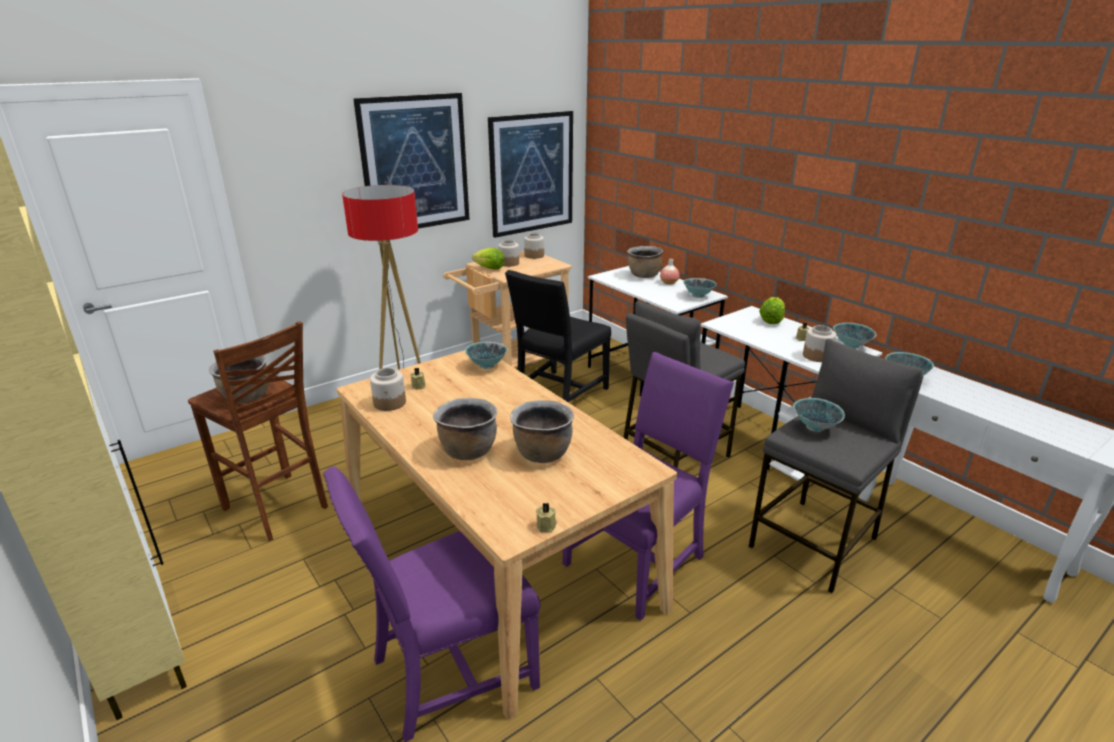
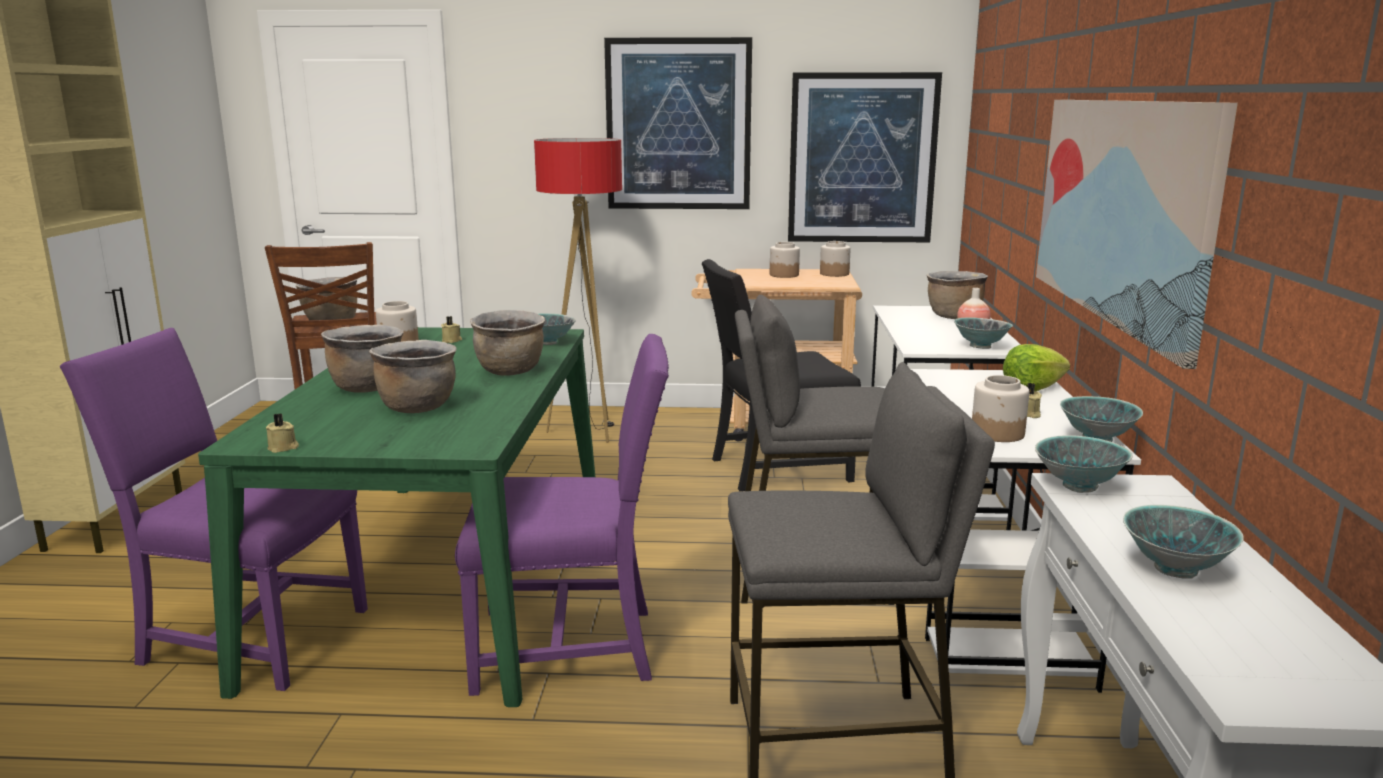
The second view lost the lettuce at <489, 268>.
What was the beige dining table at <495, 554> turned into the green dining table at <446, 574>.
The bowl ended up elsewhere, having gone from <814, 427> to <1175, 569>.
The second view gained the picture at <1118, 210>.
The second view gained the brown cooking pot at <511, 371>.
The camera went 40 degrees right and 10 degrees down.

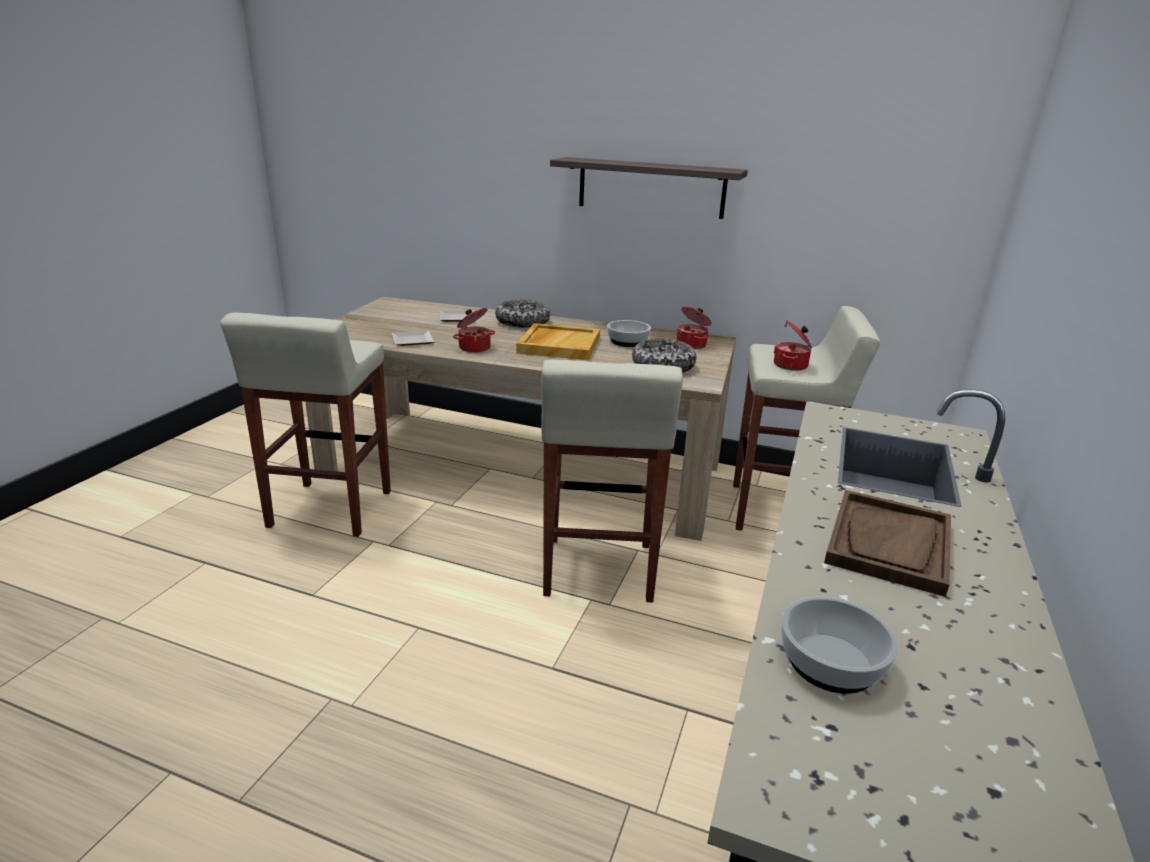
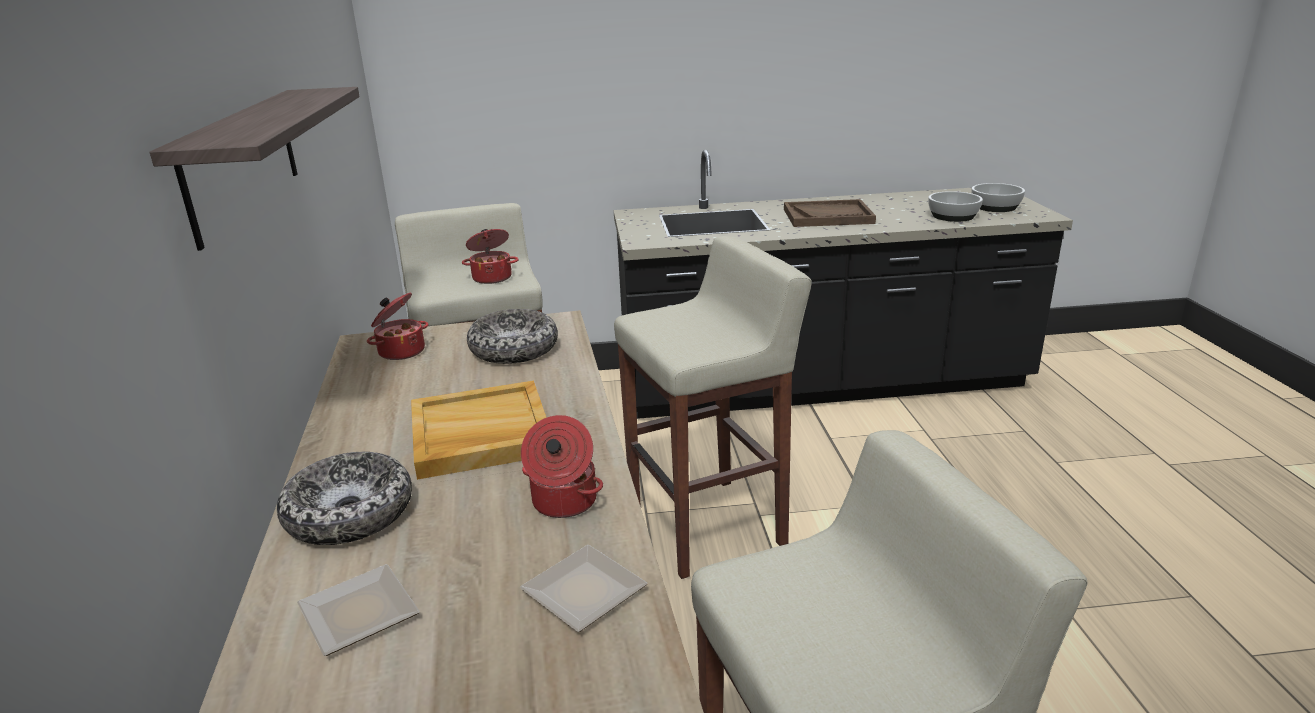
The bowl ended up elsewhere, having gone from <628, 341> to <995, 207>.
The camera went 115 degrees left and 0 degrees up.

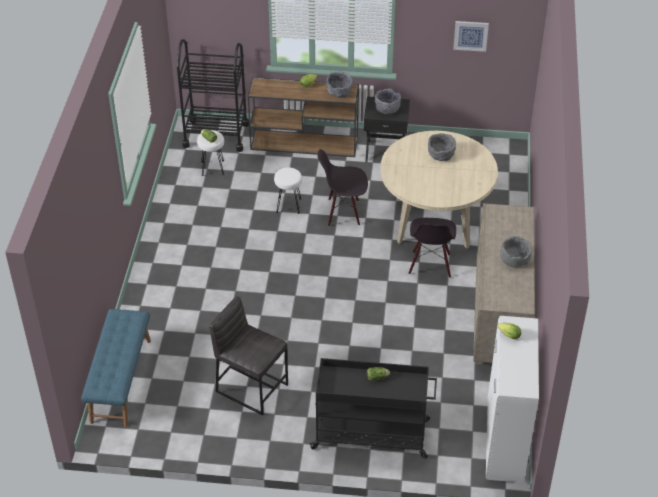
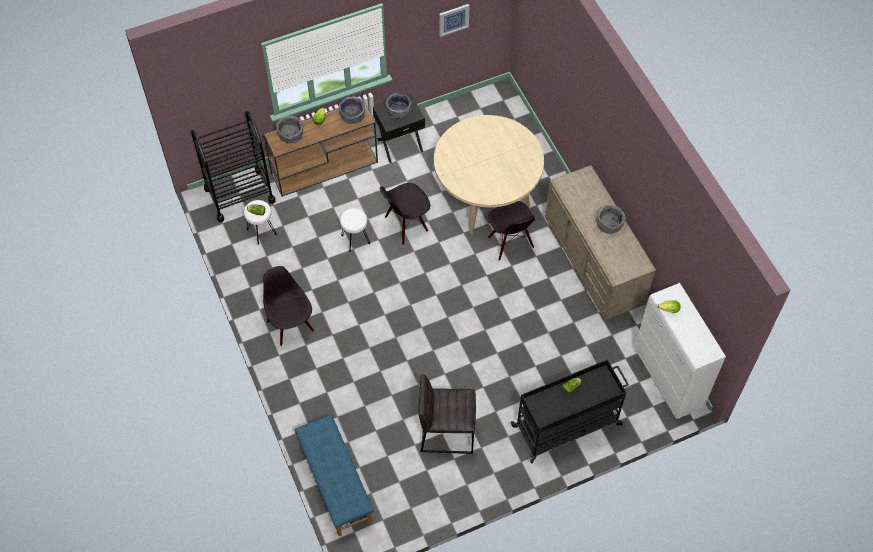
The grey bowl ended up elsewhere, having gone from <441, 155> to <291, 135>.
The second view gained the black chair at <291, 326>.
The camera went 30 degrees left and 15 degrees up.

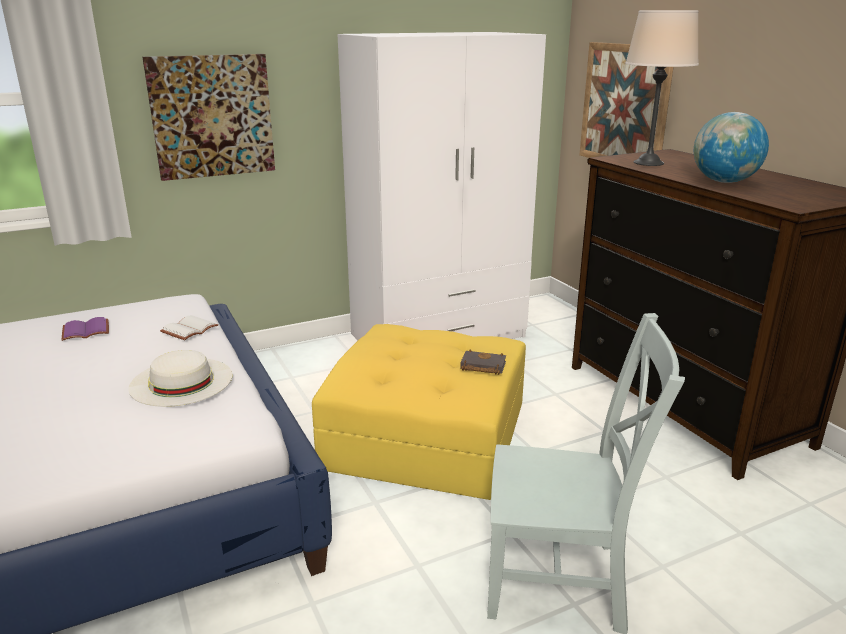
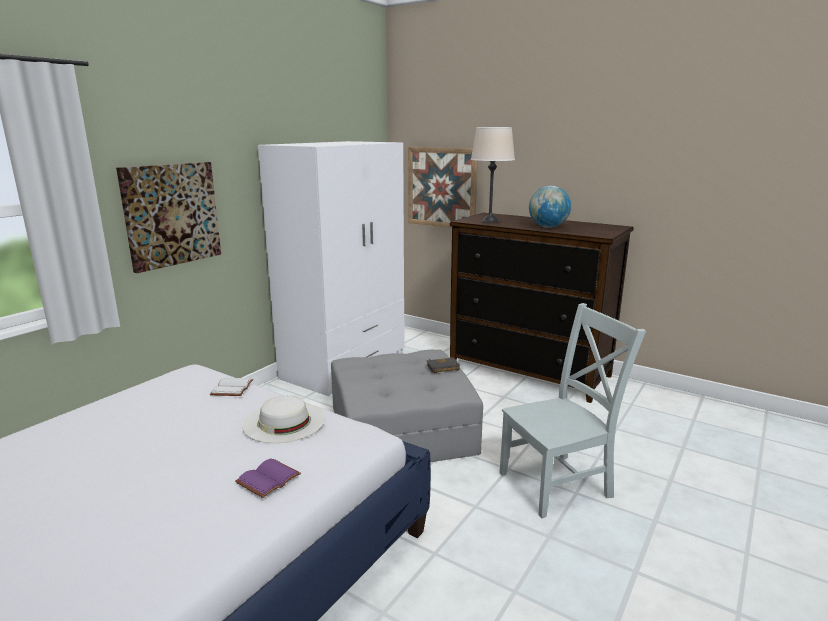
The purple book ended up elsewhere, having gone from <87, 330> to <268, 478>.
What was the yellow ottoman at <427, 435> turned into the grey ottoman at <402, 429>.
The camera went 30 degrees left and 5 degrees down.

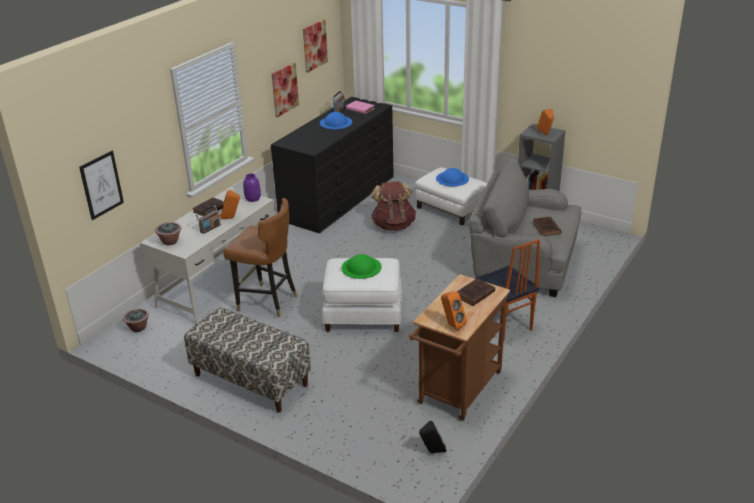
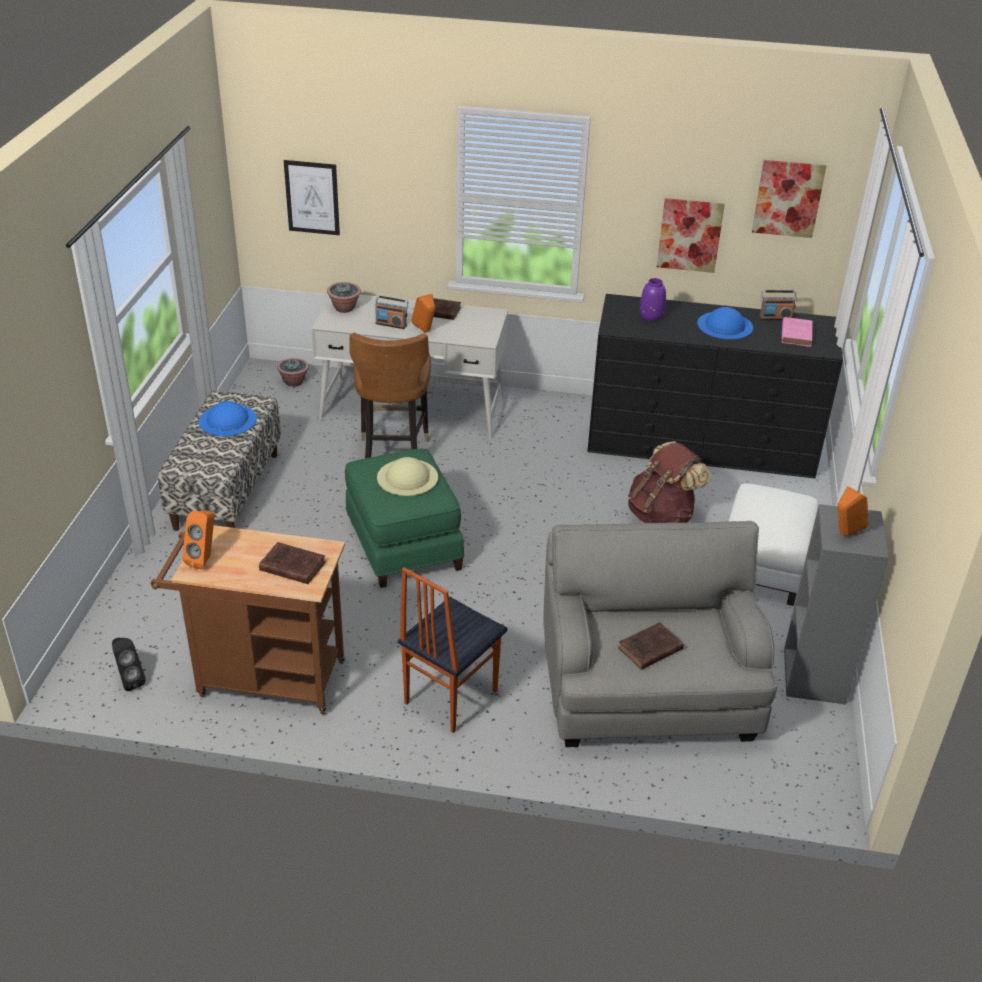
The blue hat ended up elsewhere, having gone from <452, 178> to <227, 420>.
The purple vase ended up elsewhere, having gone from <252, 198> to <651, 316>.
What was the green hat at <361, 267> turned into the beige hat at <407, 477>.
What was the white ottoman at <363, 316> turned into the green ottoman at <402, 546>.
The camera went 65 degrees right and 5 degrees up.

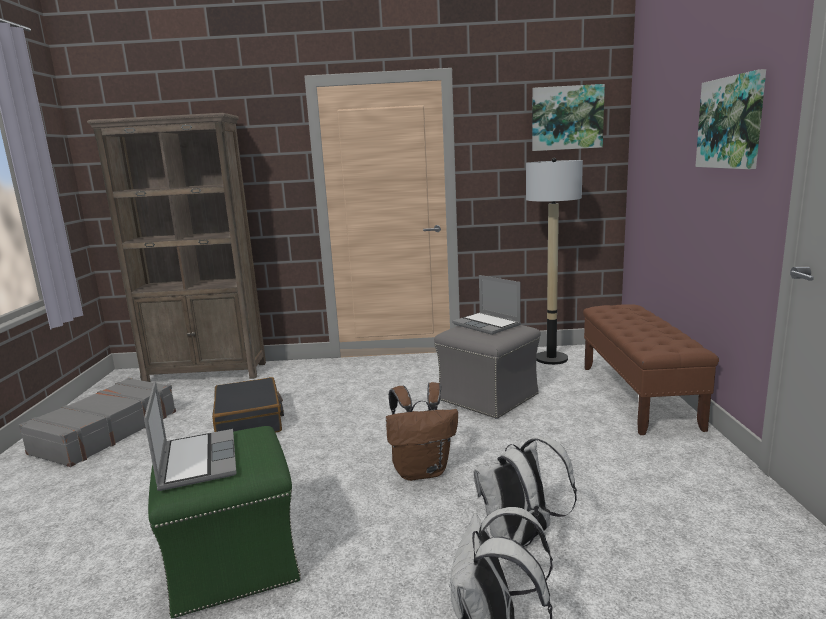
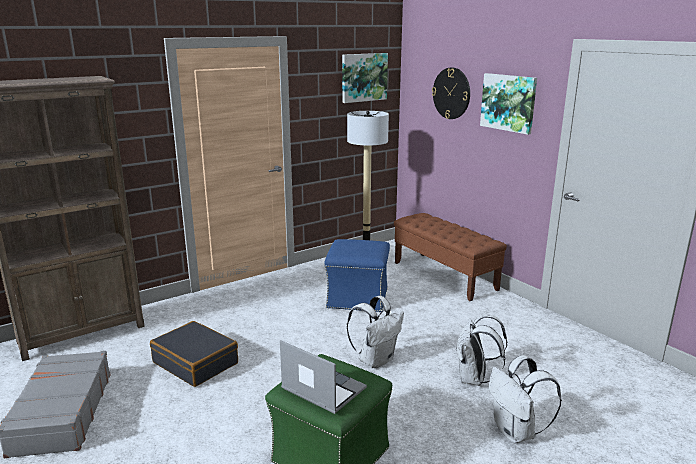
The second view lost the laptop at <487, 325>.
What was the grey ottoman at <489, 397> turned into the blue ottoman at <358, 298>.
What was the brown backpack at <422, 471> turned into the white backpack at <376, 359>.
The second view gained the wall clock at <451, 93>.
The camera went 35 degrees left and 5 degrees up.

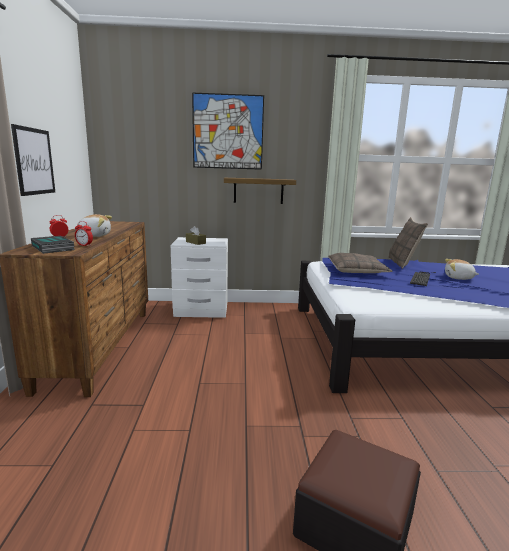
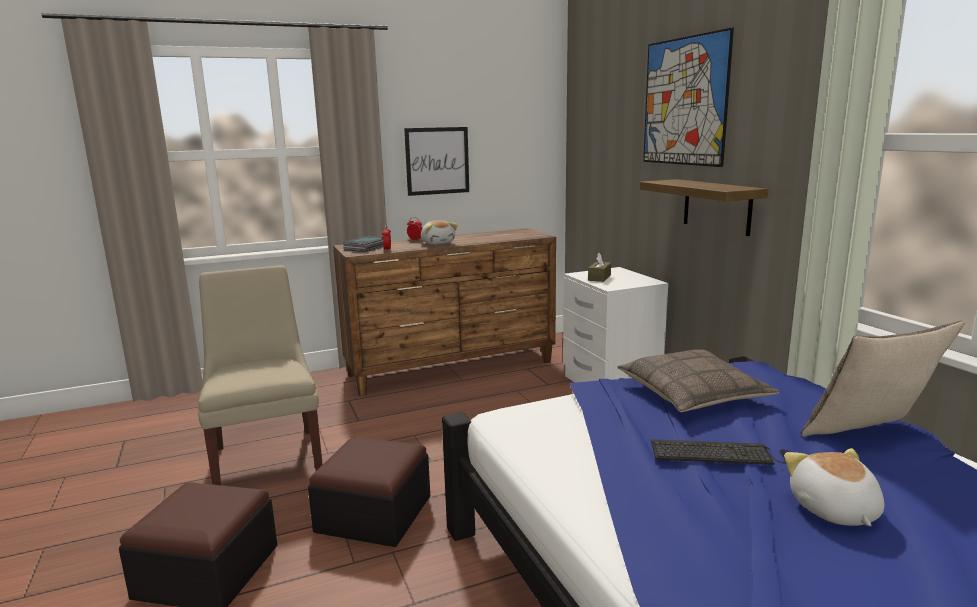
The second view gained the beige chair at <267, 461>.
The second view gained the ottoman at <374, 514>.
The camera went 70 degrees right and 0 degrees up.

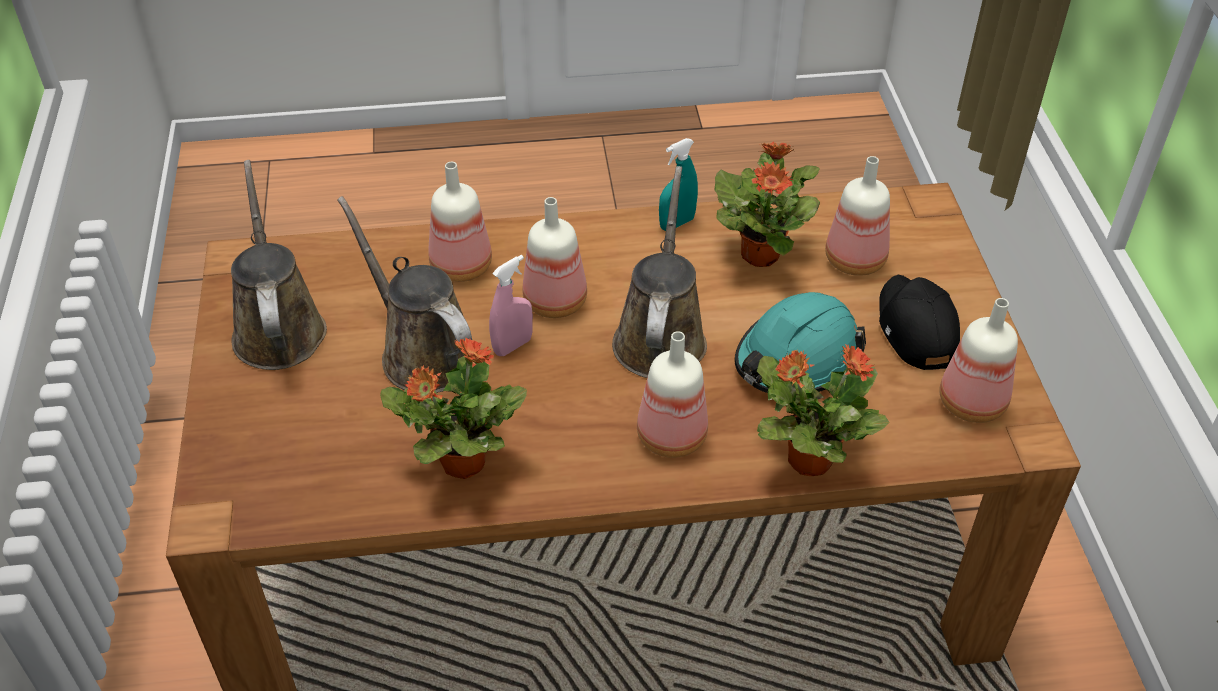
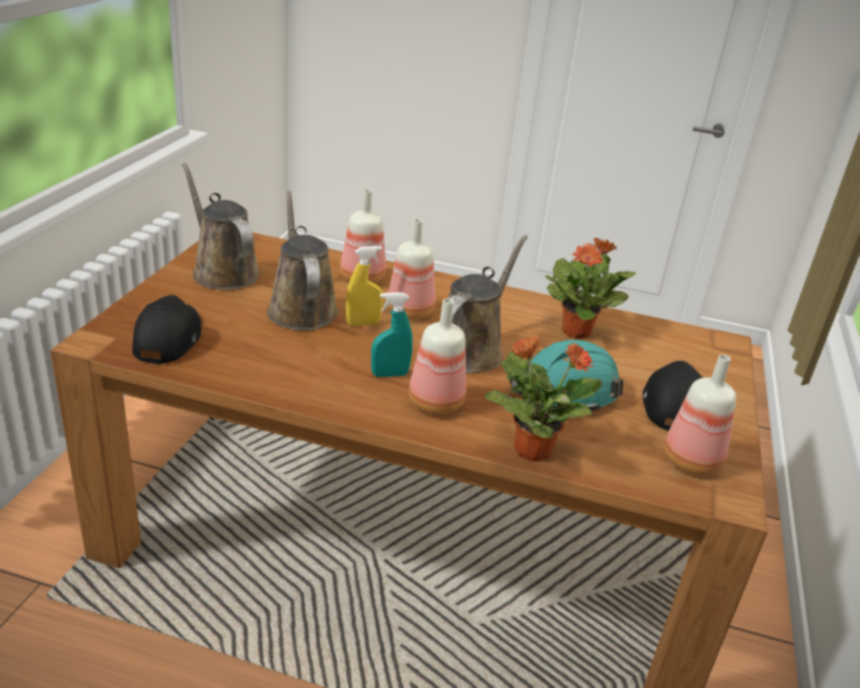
The turquoise spray bottle ended up elsewhere, having gone from <677, 223> to <390, 374>.
The second view lost the bottle at <855, 259>.
The brown watering can at <278, 328> ended up facing another way, 45 degrees counterclockwise from before.
What was the pink spray bottle at <513, 346> turned into the yellow spray bottle at <363, 323>.
The second view lost the potted plant at <461, 462>.
The second view gained the black cap at <168, 339>.
The camera went 20 degrees right and 15 degrees down.

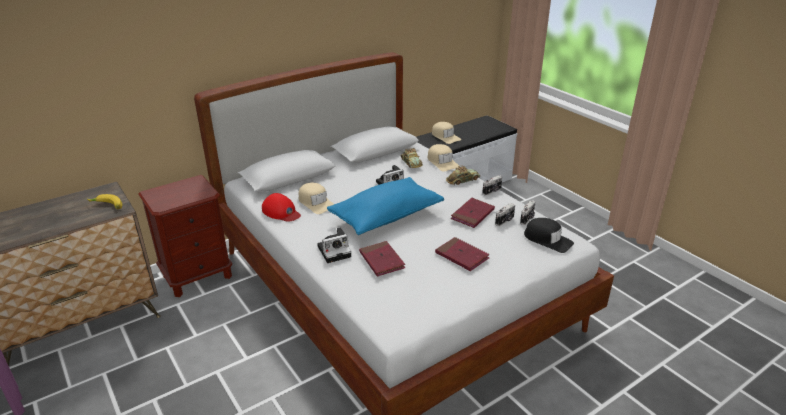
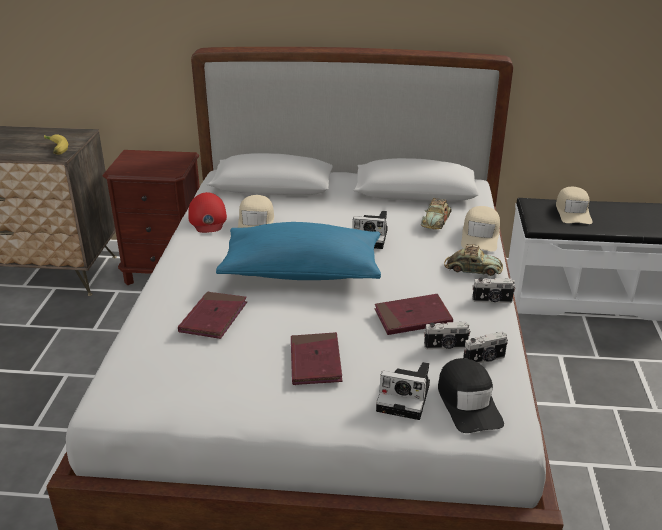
The photo camera ended up elsewhere, having gone from <335, 251> to <406, 397>.
The camera went 40 degrees right and 0 degrees up.

